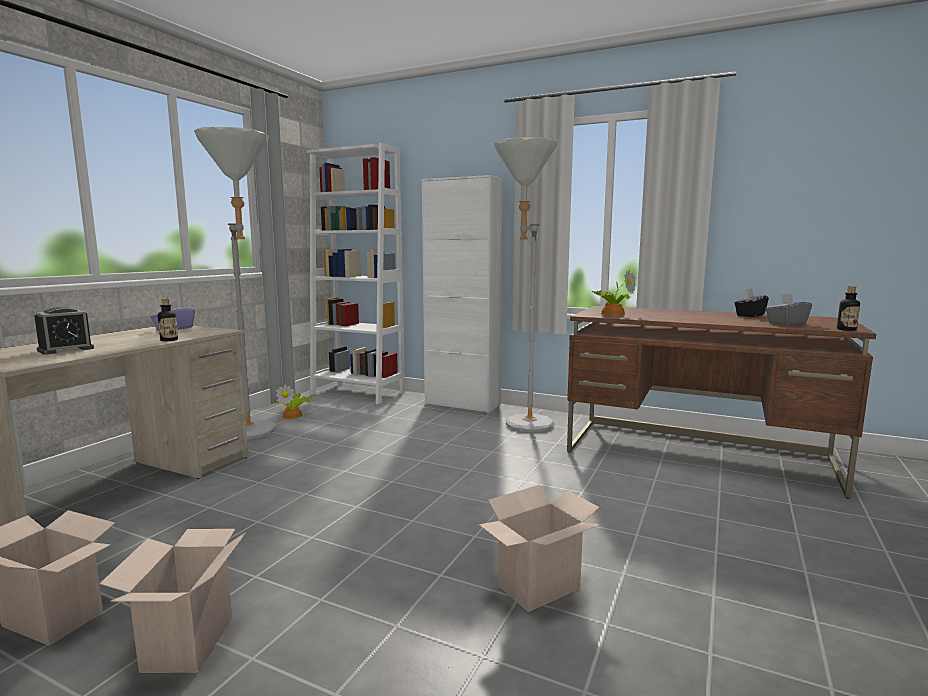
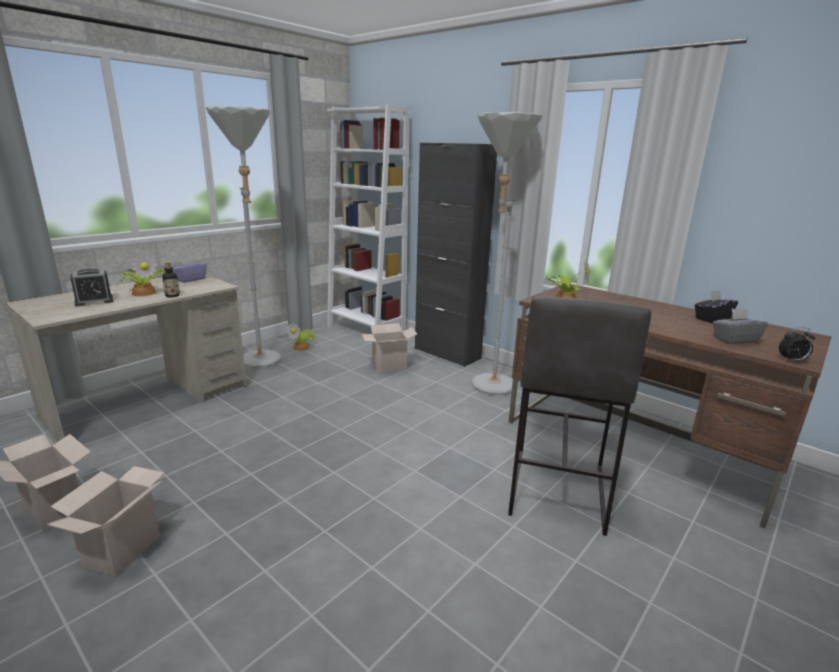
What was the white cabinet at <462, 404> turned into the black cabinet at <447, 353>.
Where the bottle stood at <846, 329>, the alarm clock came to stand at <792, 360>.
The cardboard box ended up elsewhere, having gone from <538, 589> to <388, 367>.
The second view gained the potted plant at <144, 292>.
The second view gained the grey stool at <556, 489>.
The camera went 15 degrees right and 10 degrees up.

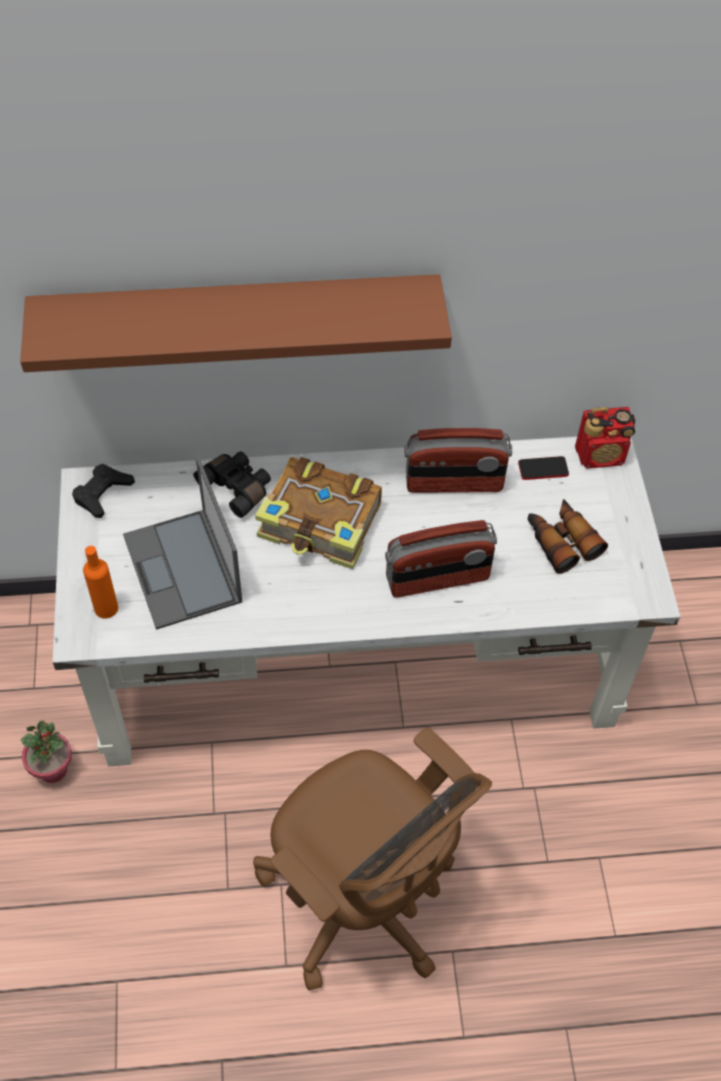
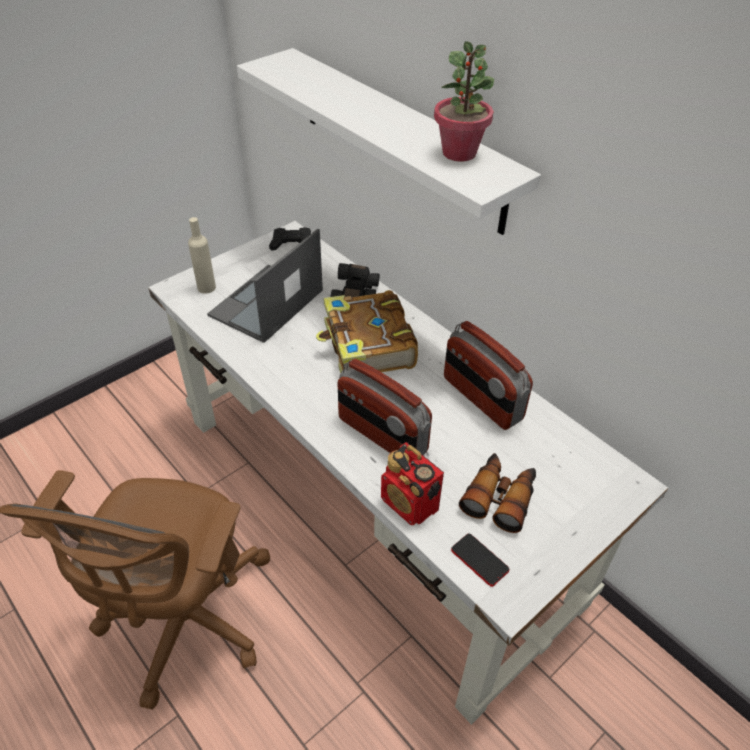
What was the brown shelf at <237, 316> turned into the white shelf at <399, 138>.
The radio ended up elsewhere, having gone from <600, 455> to <410, 504>.
The phone ended up elsewhere, having gone from <543, 469> to <479, 560>.
What was the orange bottle at <106, 608> turned into the beige bottle at <206, 287>.
The potted plant ended up elsewhere, having gone from <53, 769> to <459, 153>.
The camera went 55 degrees right and 10 degrees down.

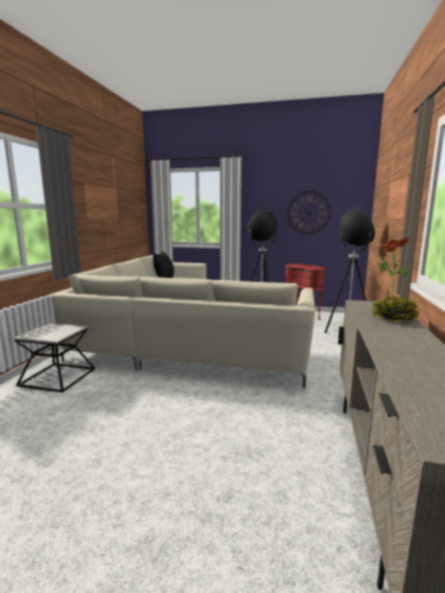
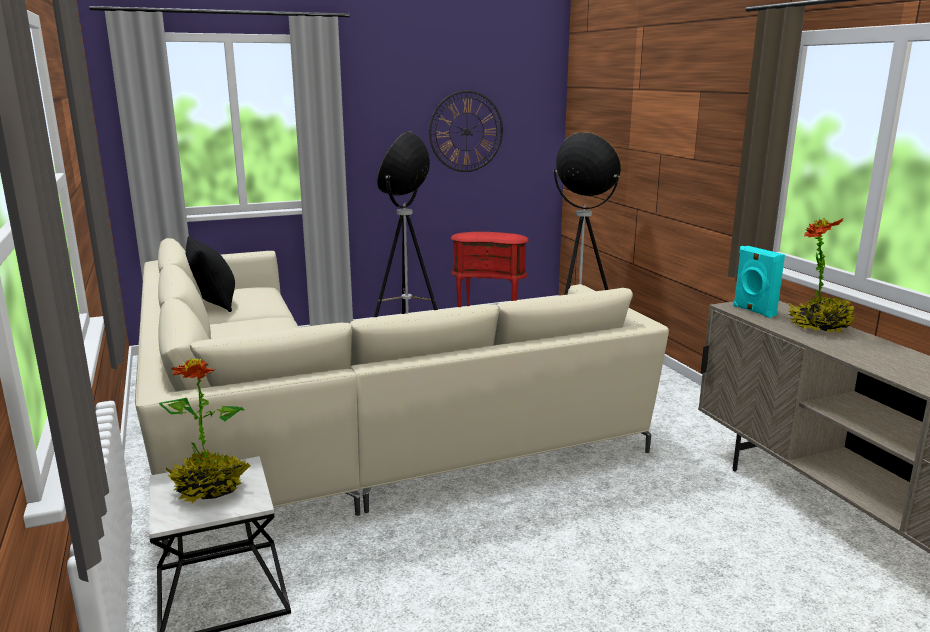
The second view gained the turquoise speaker at <753, 311>.
The second view gained the potted plant at <210, 488>.
The camera went 35 degrees left and 5 degrees up.

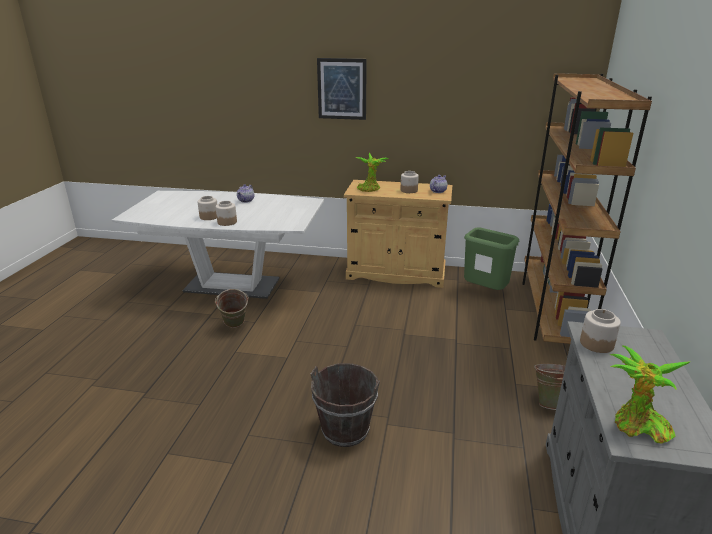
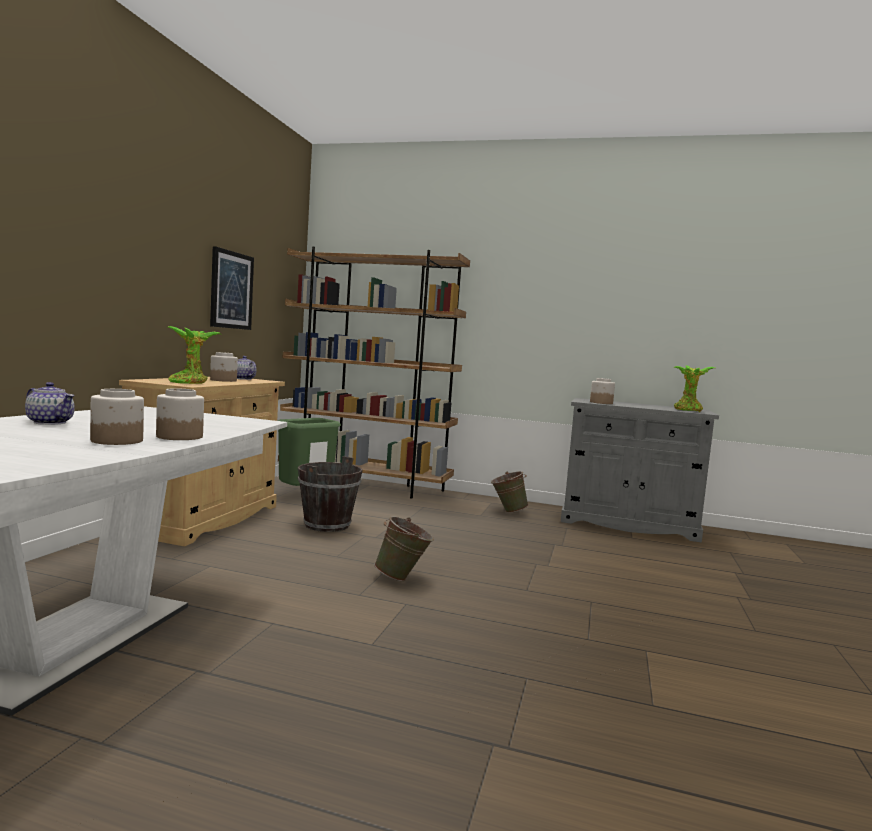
The picture ended up elsewhere, having gone from <342, 89> to <231, 290>.
The green bucket ended up elsewhere, having gone from <234, 327> to <403, 578>.
The brown bucket ended up elsewhere, having gone from <345, 430> to <327, 525>.
The camera went 85 degrees left and 20 degrees down.

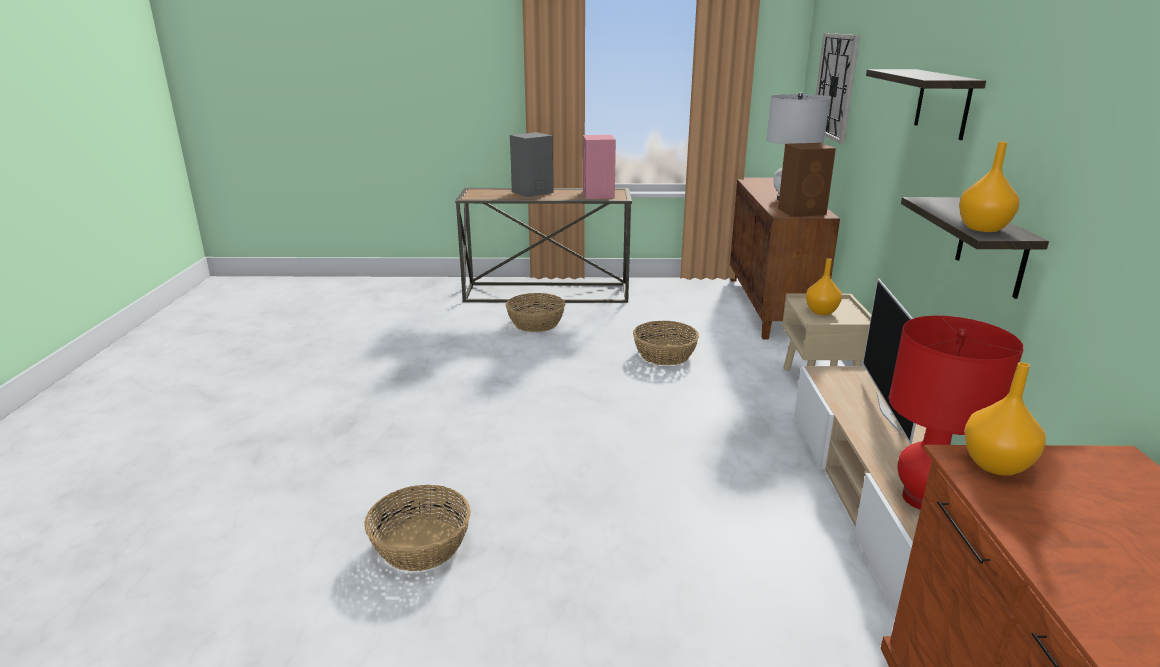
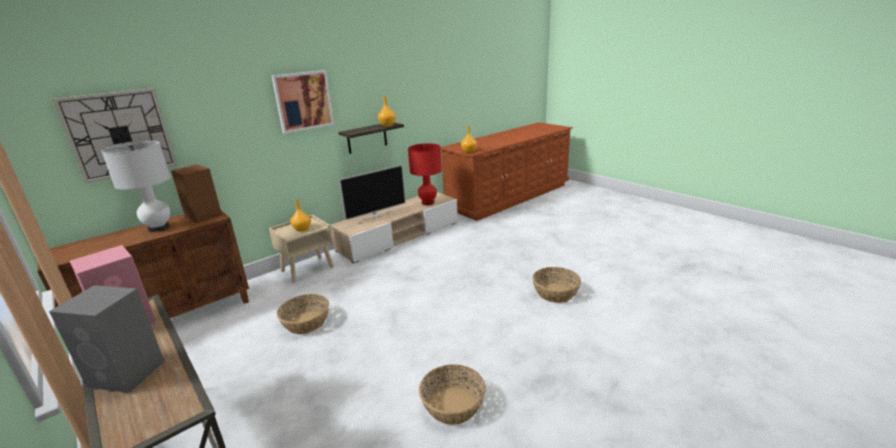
Where the shelf hung at <943, 103>, the picture came to hang at <303, 101>.
The basket ended up elsewhere, having gone from <536, 323> to <453, 404>.
The camera went 130 degrees left and 0 degrees up.

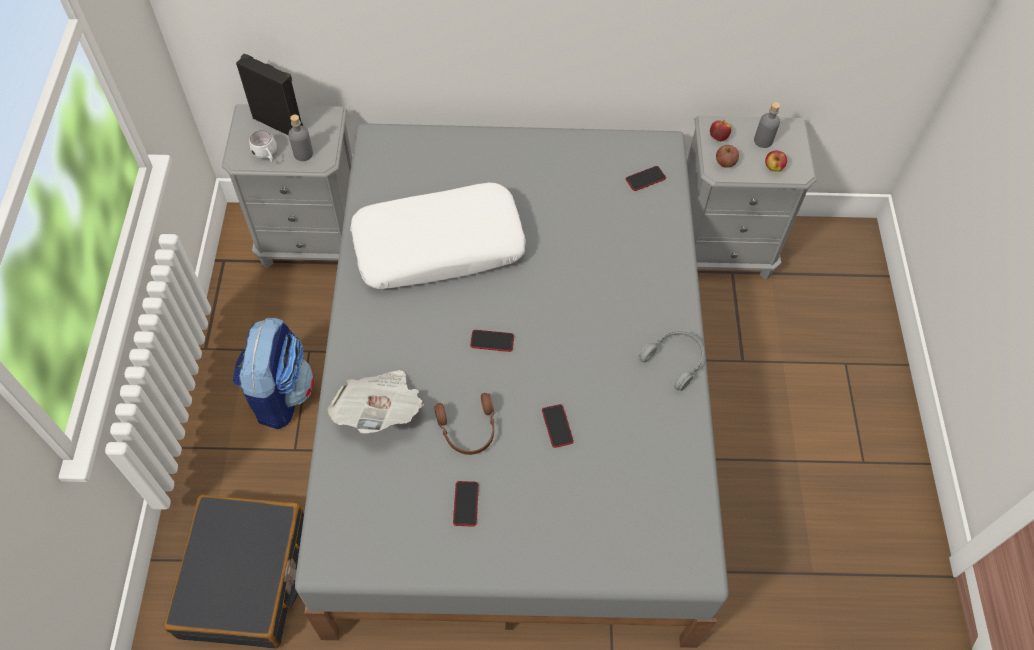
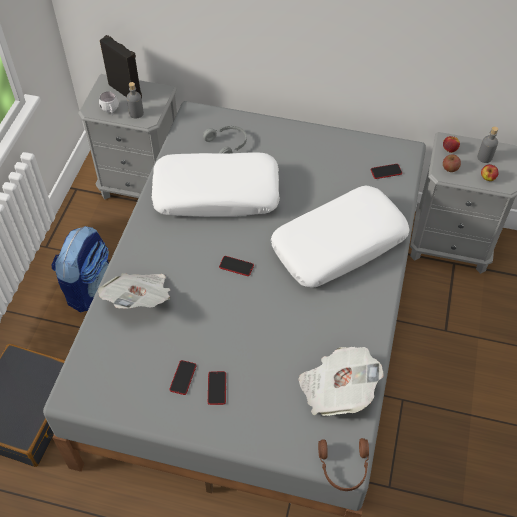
The grey headphones ended up elsewhere, having gone from <675, 360> to <228, 144>.
The brown headphones ended up elsewhere, having gone from <468, 430> to <344, 468>.
The phone ended up elsewhere, having gone from <557, 426> to <217, 388>.
The second view gained the white pillow at <338, 244>.
The second view gained the newspaper at <336, 390>.
The camera went 15 degrees right and 5 degrees down.

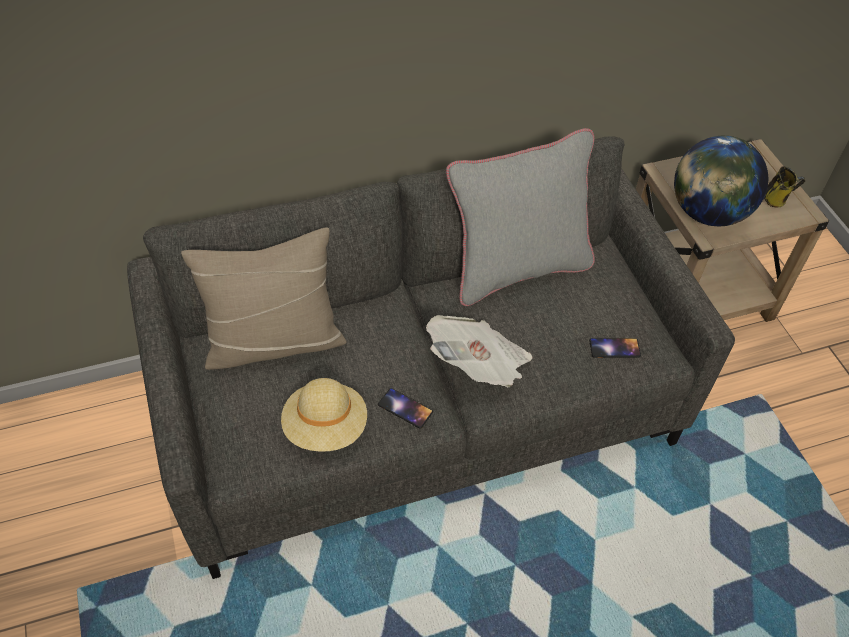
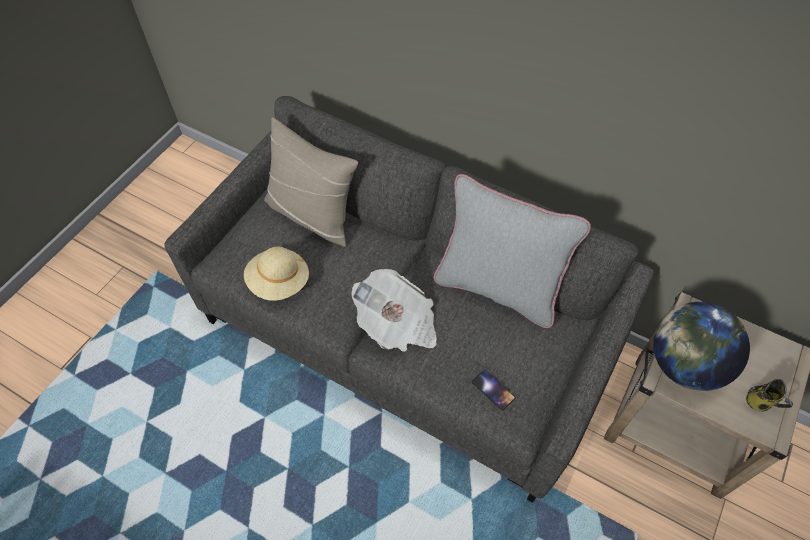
The second view lost the phone at <405, 408>.
The camera went 50 degrees right and 5 degrees up.

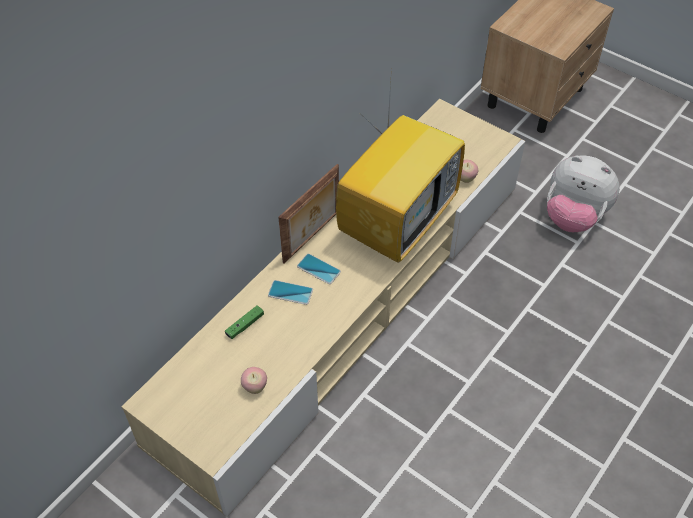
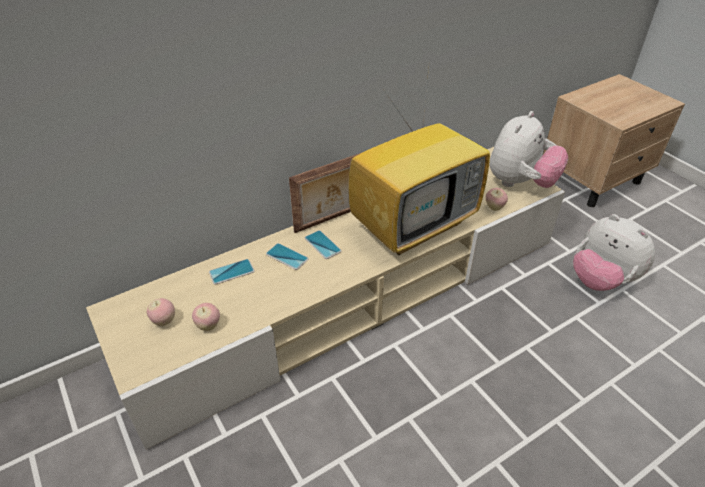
Where the green game controller stood at <245, 325>, the phone came to stand at <231, 272>.
The second view gained the plush toy at <520, 183>.
The second view gained the apple at <164, 321>.
The camera went 20 degrees right and 10 degrees down.

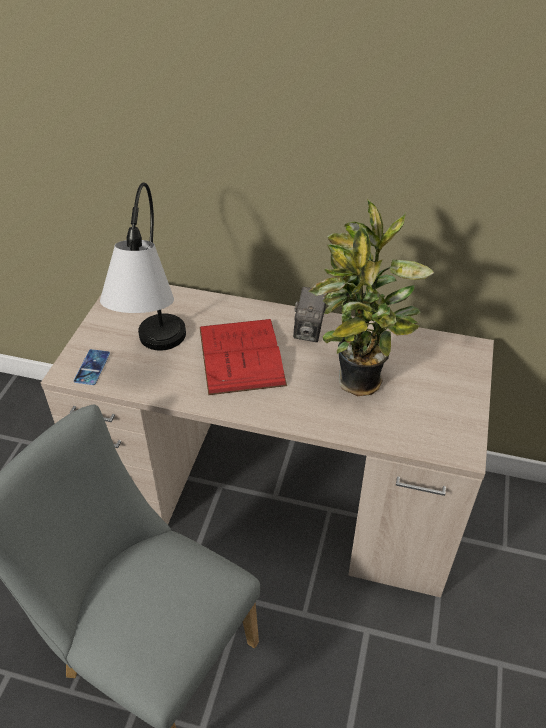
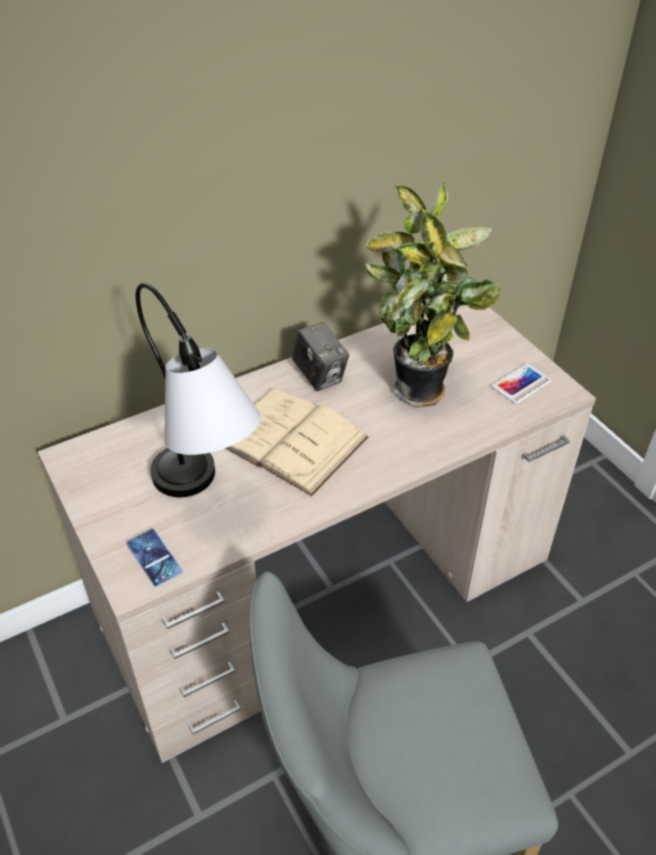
What was the red book at <241, 356> turned into the beige book at <290, 440>.
The second view gained the phone at <521, 384>.
The camera went 45 degrees left and 0 degrees up.

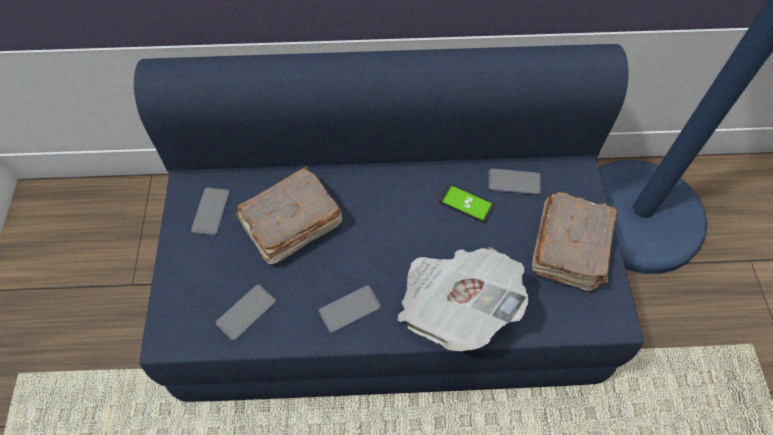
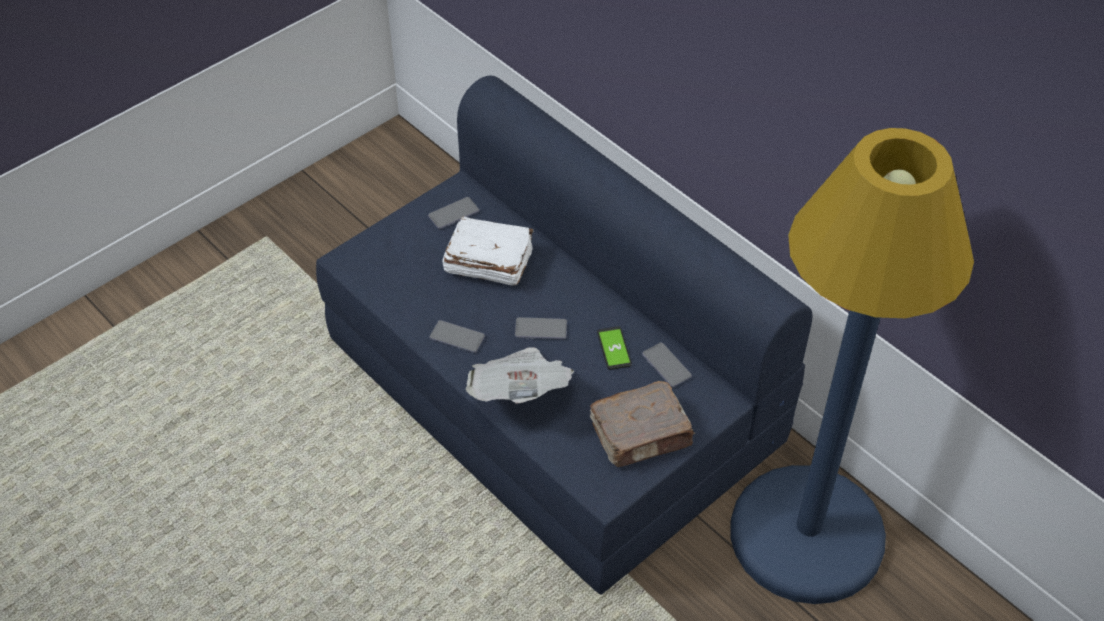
What was the brown book at <290, 225> turned into the white book at <487, 262>.
The phone ended up elsewhere, having gone from <246, 312> to <541, 329>.
The camera went 50 degrees right and 10 degrees down.

